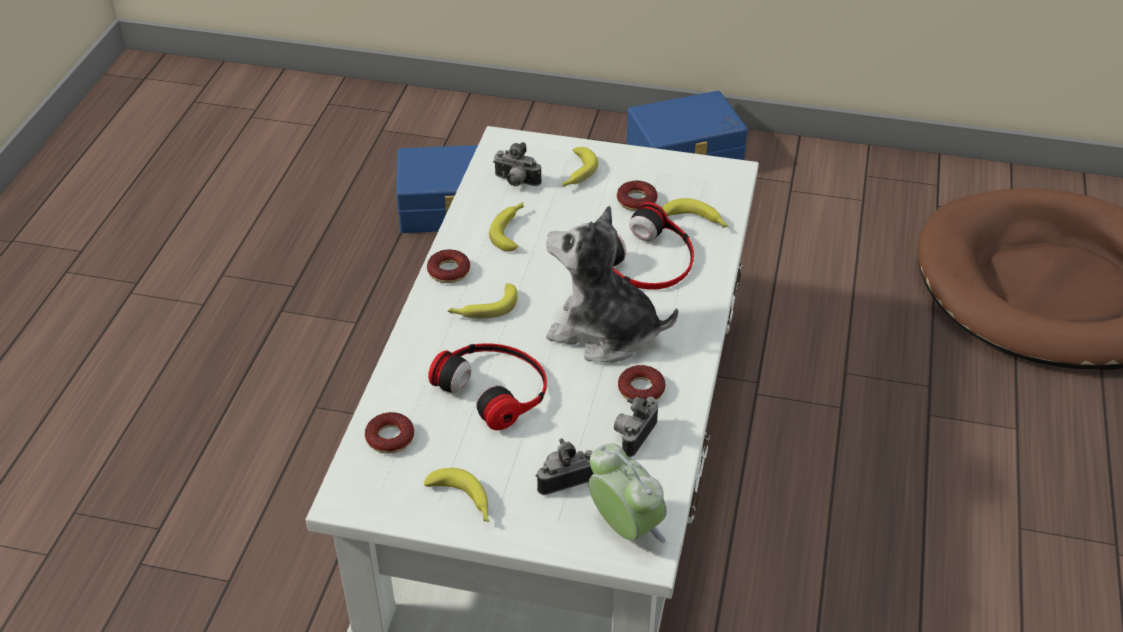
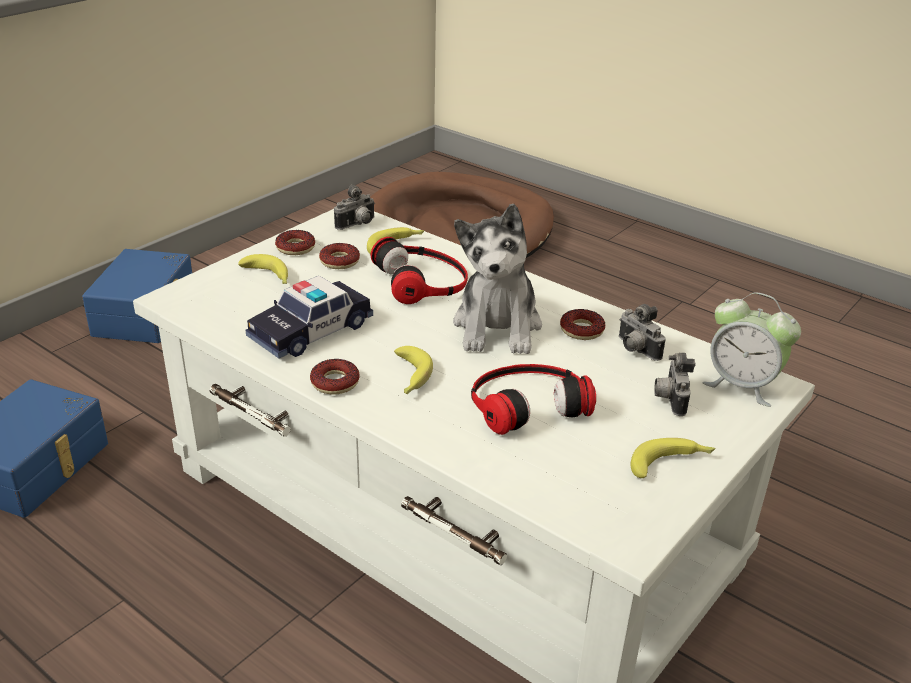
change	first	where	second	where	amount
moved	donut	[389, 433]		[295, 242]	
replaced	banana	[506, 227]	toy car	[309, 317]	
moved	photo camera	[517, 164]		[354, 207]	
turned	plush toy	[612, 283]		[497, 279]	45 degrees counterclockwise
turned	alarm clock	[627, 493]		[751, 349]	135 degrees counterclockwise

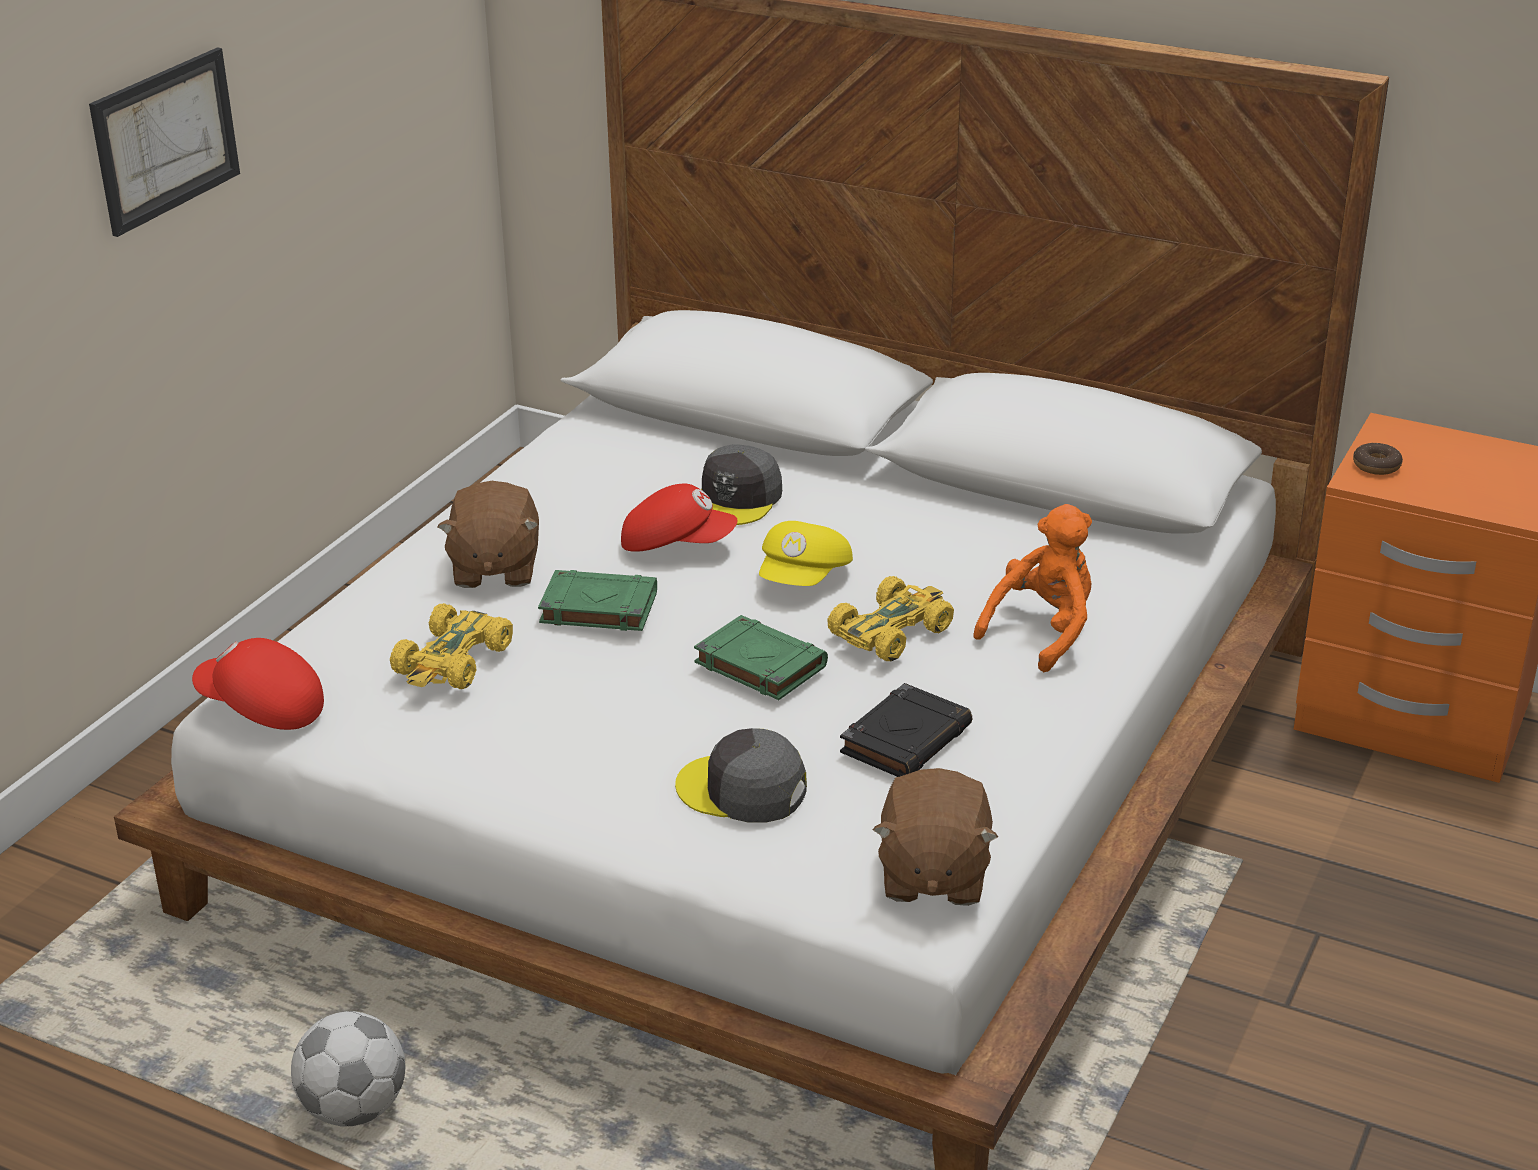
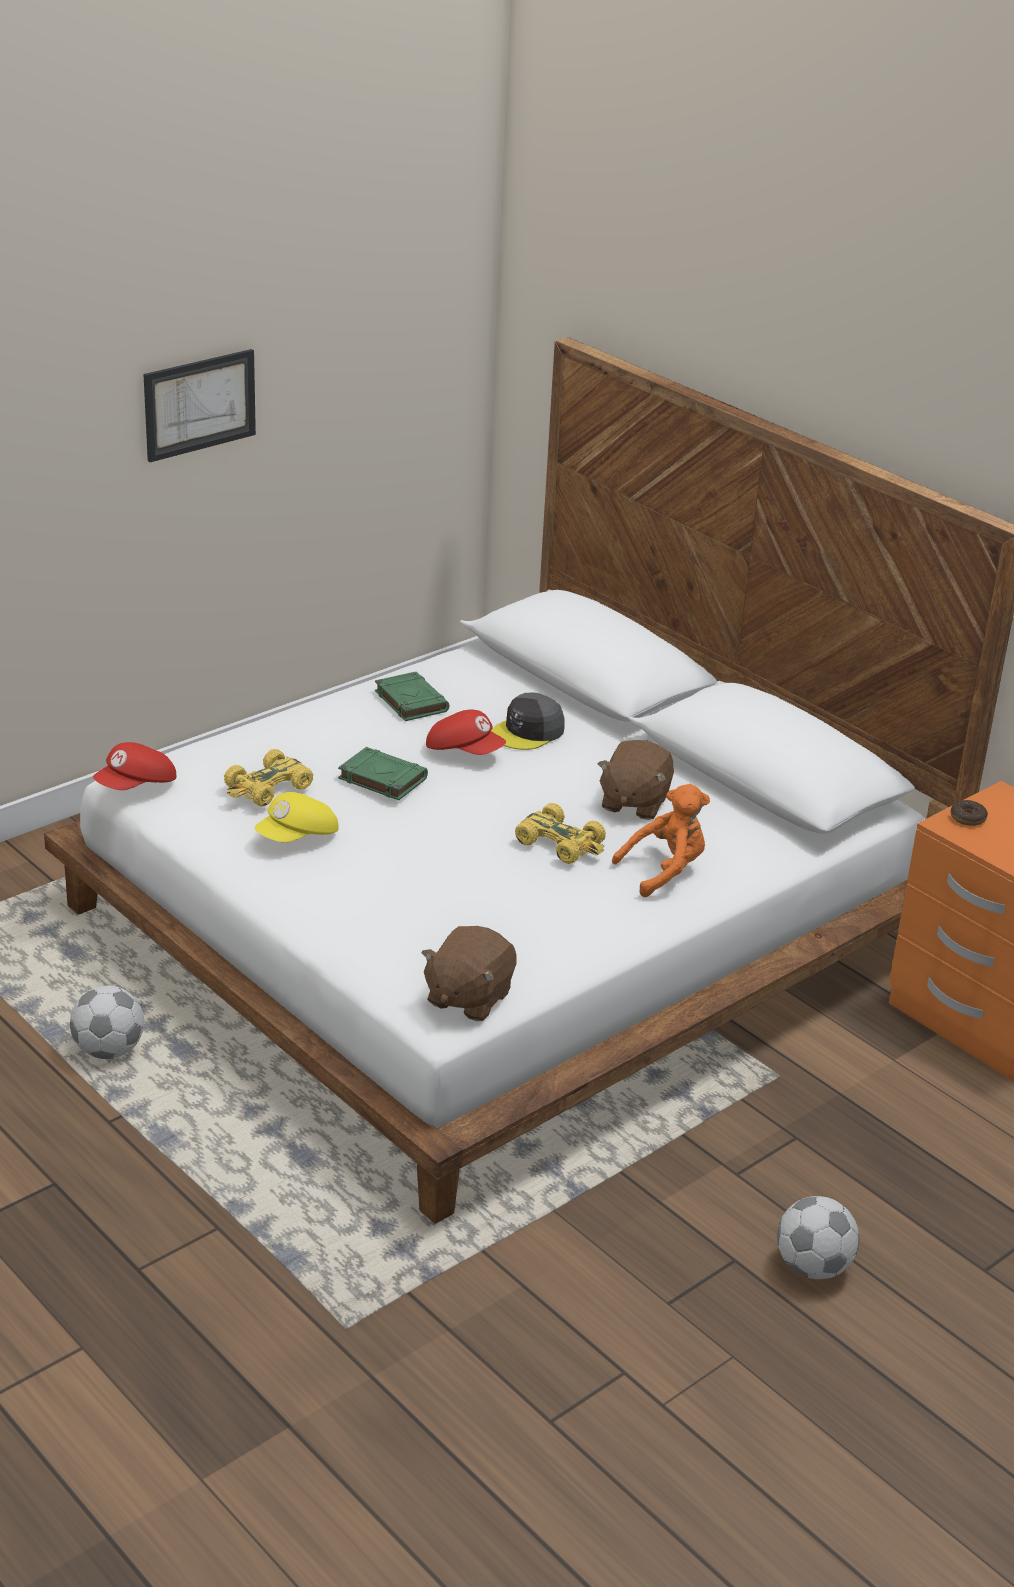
change	first	where	second	where	amount
turned	red cap	[258, 684]		[134, 766]	90 degrees counterclockwise
moved	brown plush toy	[488, 534]		[636, 780]	
removed	grey cap	[741, 775]			
moved	green book	[761, 657]		[412, 696]	
moved	yellow cap	[806, 553]		[296, 817]	
turned	yellow toy car	[890, 618]		[560, 833]	60 degrees clockwise
removed	black book	[906, 730]			
added			football	[818, 1237]	

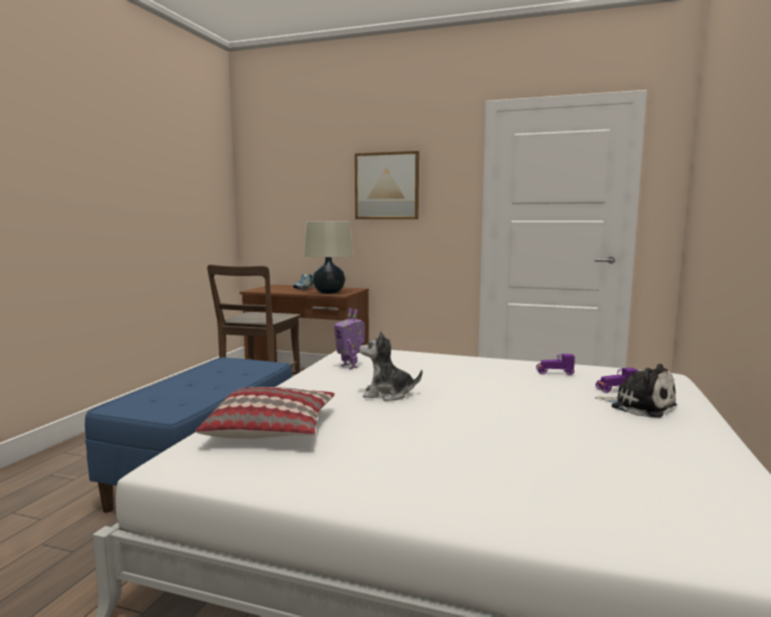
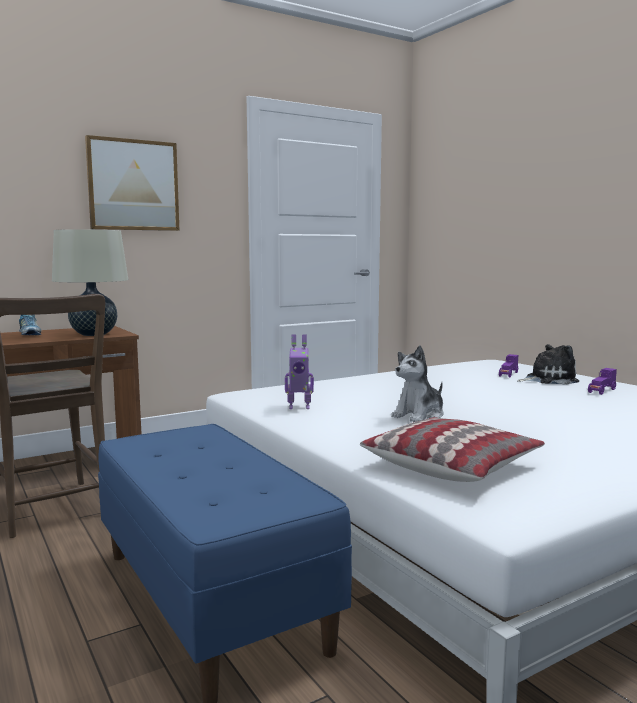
change	first	where	second	where	amount
moved	purple toy car	[555, 364]		[602, 381]	

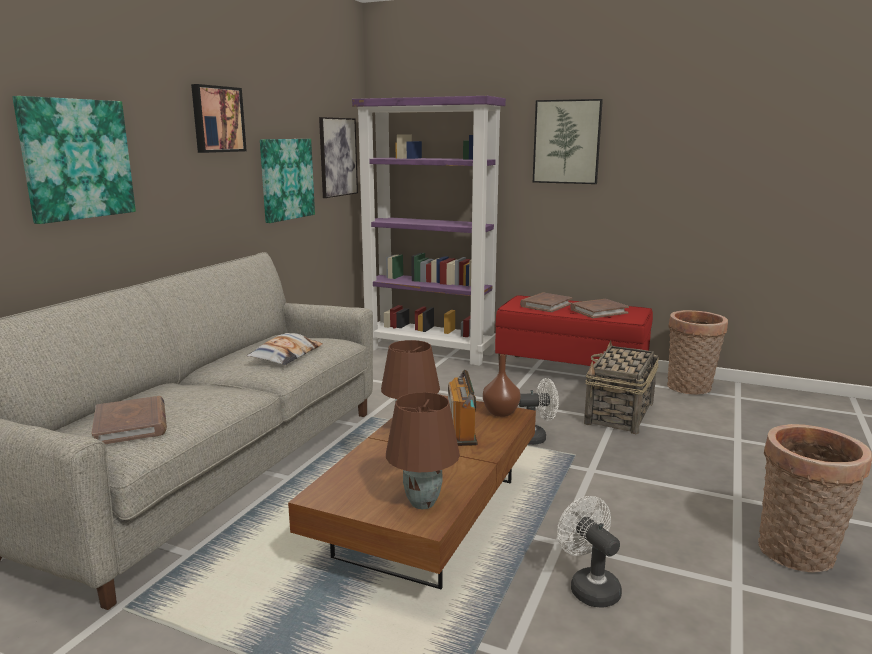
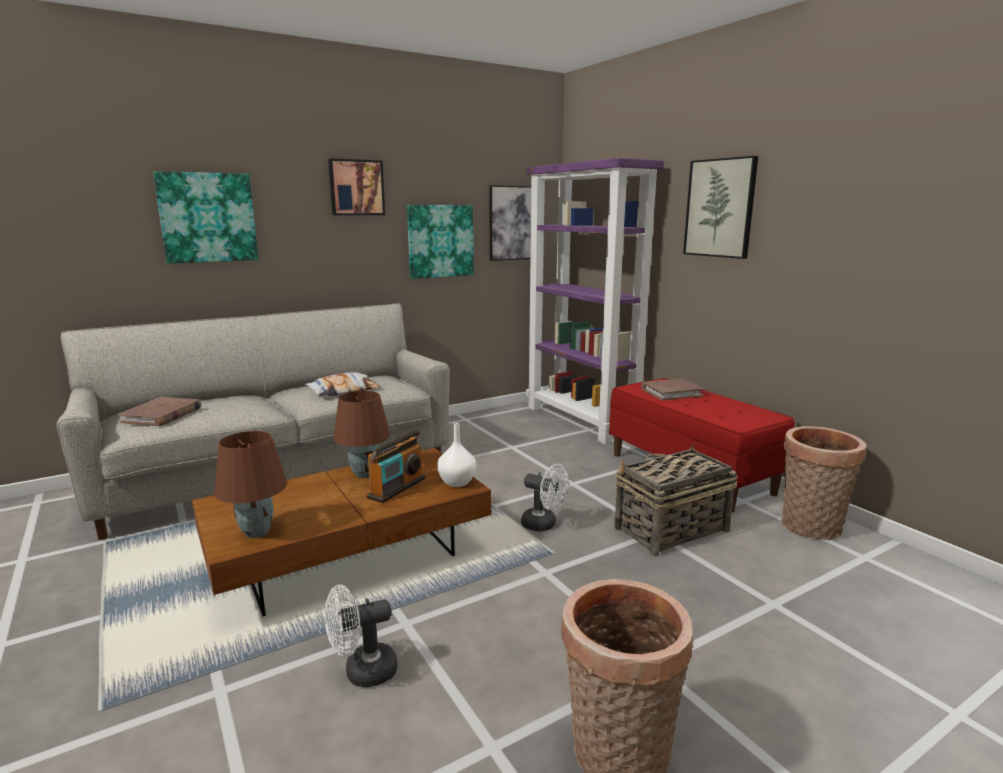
change	first	where	second	where	amount
recoloured	brown vase	[502, 385]	white vase	[456, 455]	
turned	white fan	[589, 552]		[361, 636]	120 degrees counterclockwise
removed	brown book	[599, 308]			

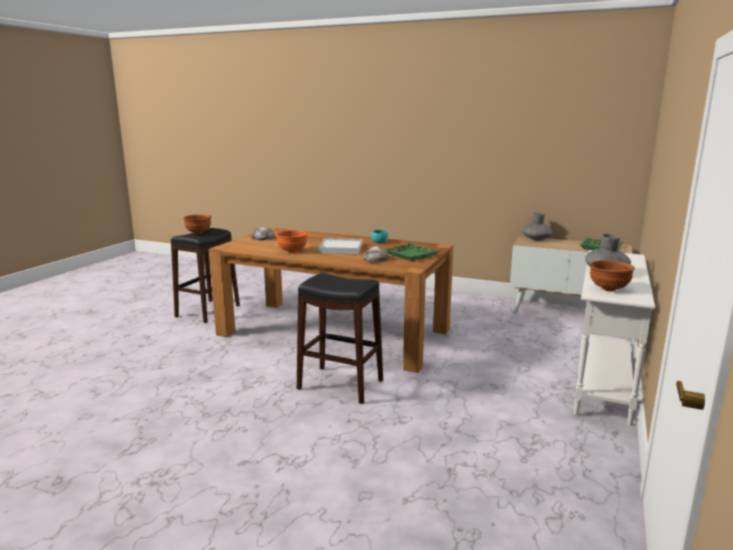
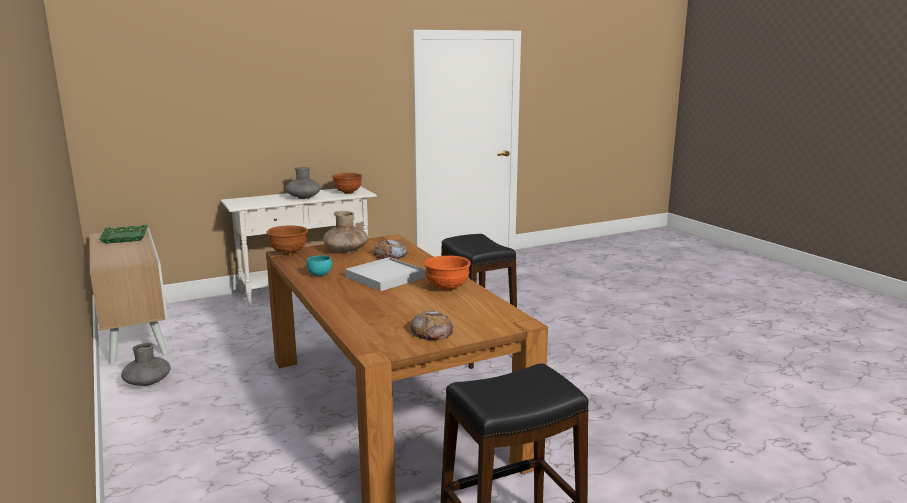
change	first	where	second	where	amount
moved	brown bowl	[197, 224]		[287, 240]	
replaced	green tray	[412, 252]	brown vase	[345, 232]	
moved	grey vase	[537, 226]		[146, 364]	

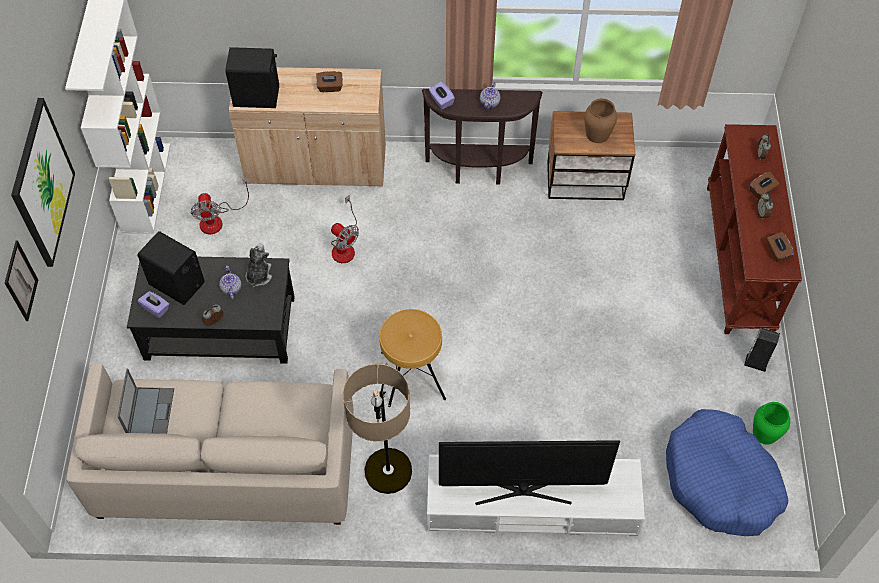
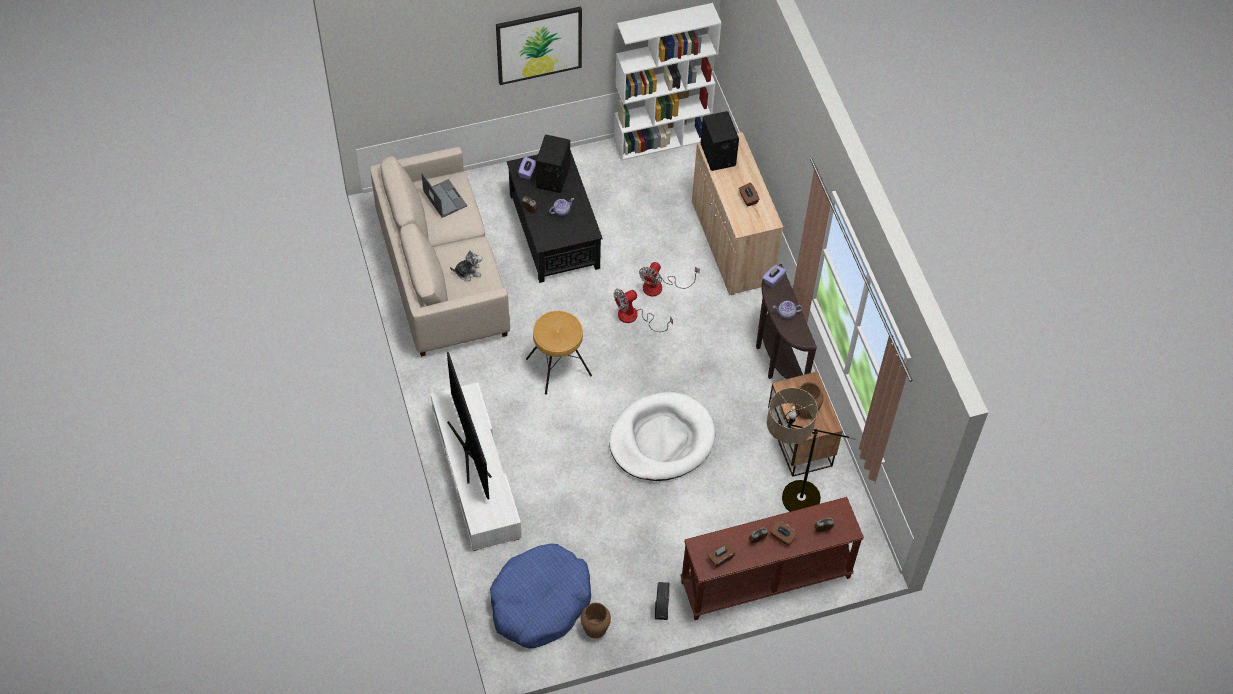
change	first	where	second	where	amount
removed	picture	[21, 281]			
turned	laptop	[145, 401]		[444, 195]	105 degrees counterclockwise
moved	fan	[220, 206]		[643, 310]	
moved	plush toy	[259, 265]		[466, 265]	
moved	floor lamp	[377, 428]		[811, 449]	
recoloured	green vase	[771, 423]	brown vase	[596, 620]	
added			white dog bed	[662, 436]	

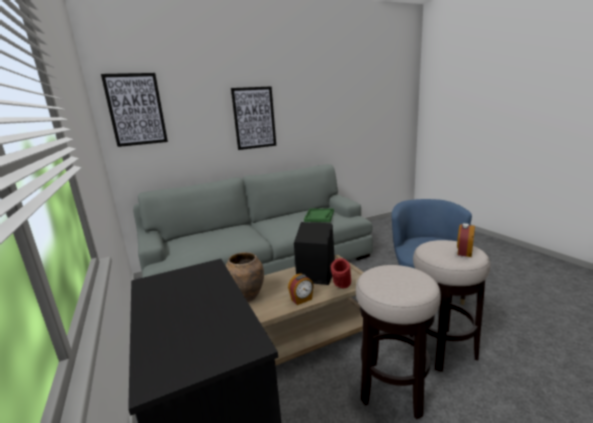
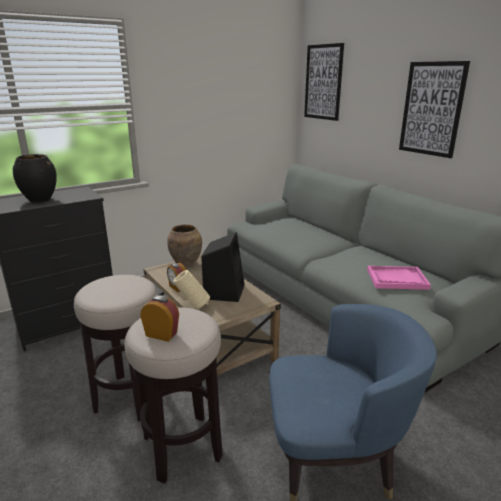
change	first	where	second	where	amount
recoloured	green tray	[319, 215]	pink tray	[399, 278]	
recoloured	red vase	[341, 273]	beige vase	[191, 289]	
added			black vase	[35, 178]	

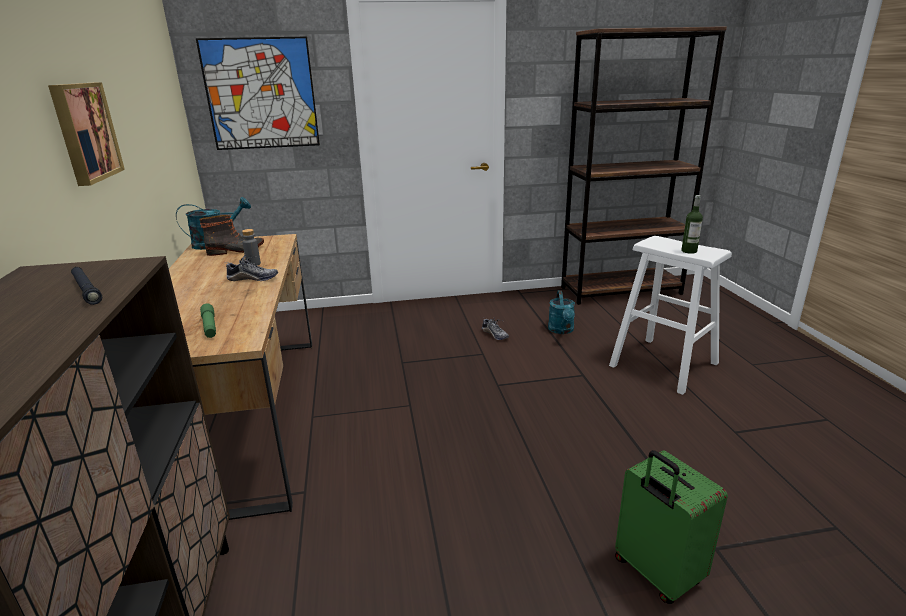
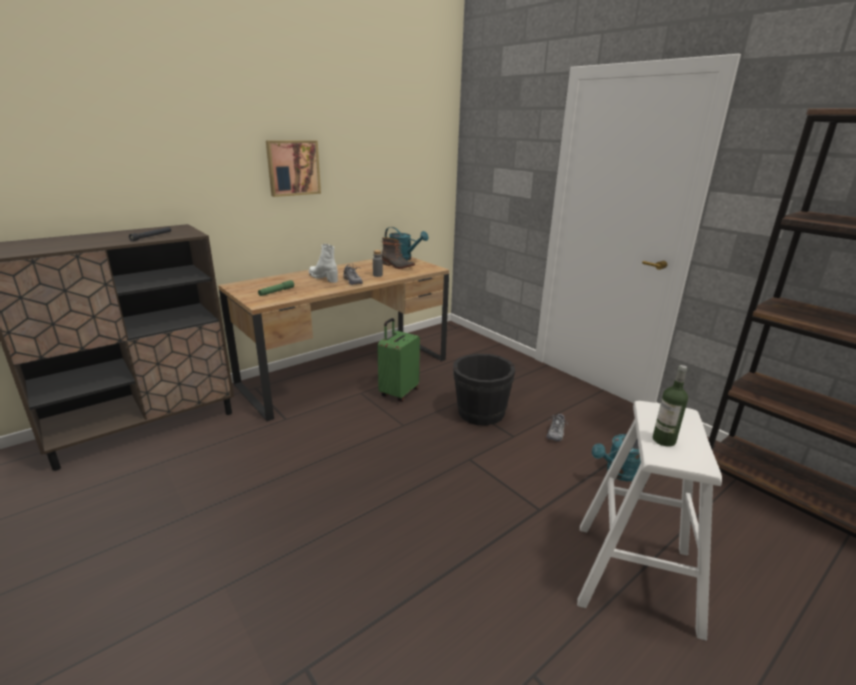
change	first	where	second	where	amount
removed	picture	[258, 93]			
moved	green suitcase	[671, 527]		[398, 360]	
added			white boot	[323, 263]	
added			black bucket	[484, 389]	

